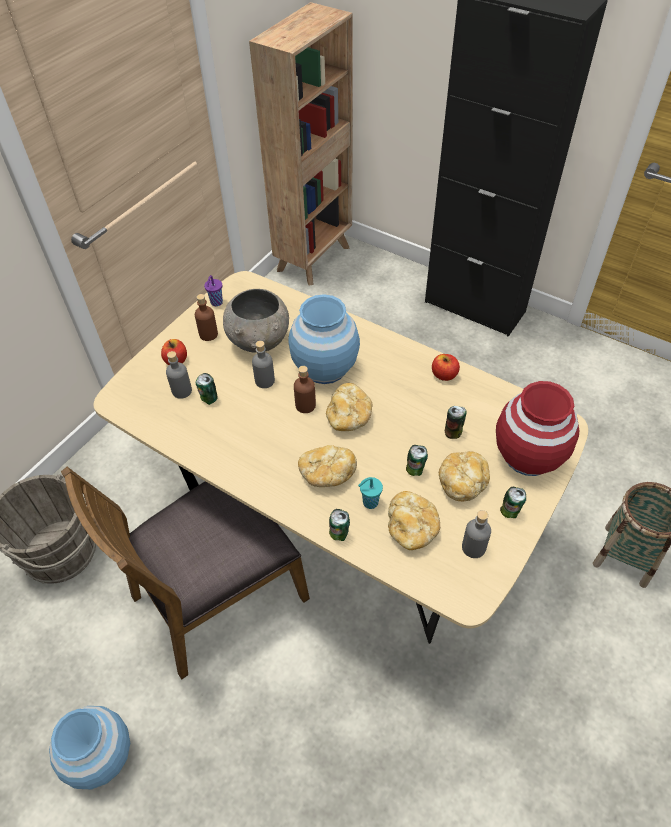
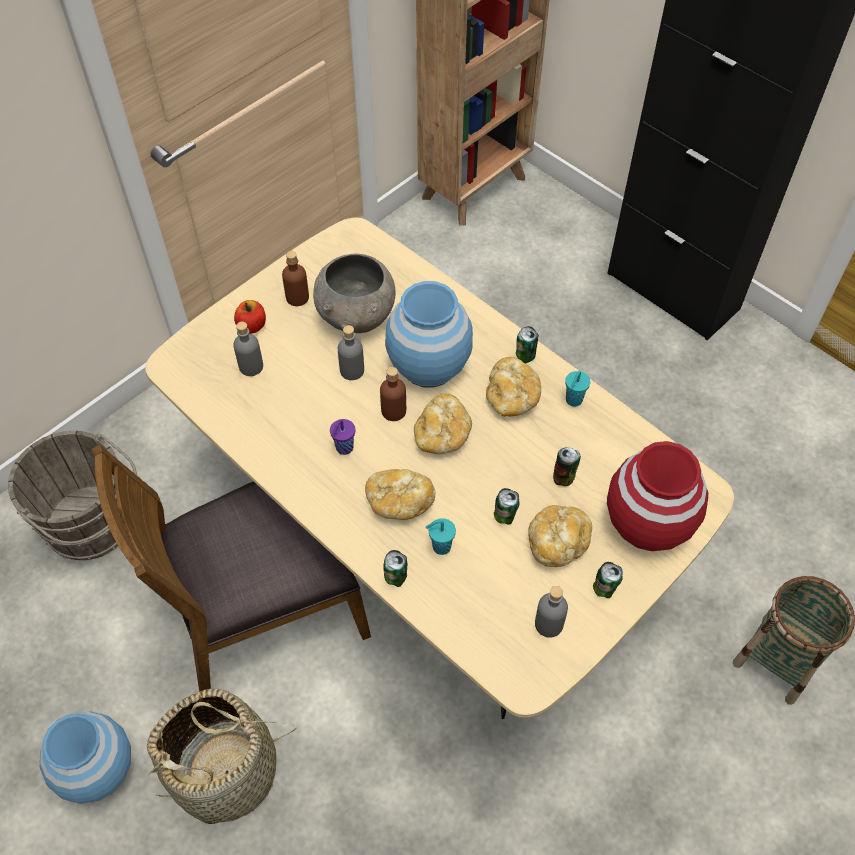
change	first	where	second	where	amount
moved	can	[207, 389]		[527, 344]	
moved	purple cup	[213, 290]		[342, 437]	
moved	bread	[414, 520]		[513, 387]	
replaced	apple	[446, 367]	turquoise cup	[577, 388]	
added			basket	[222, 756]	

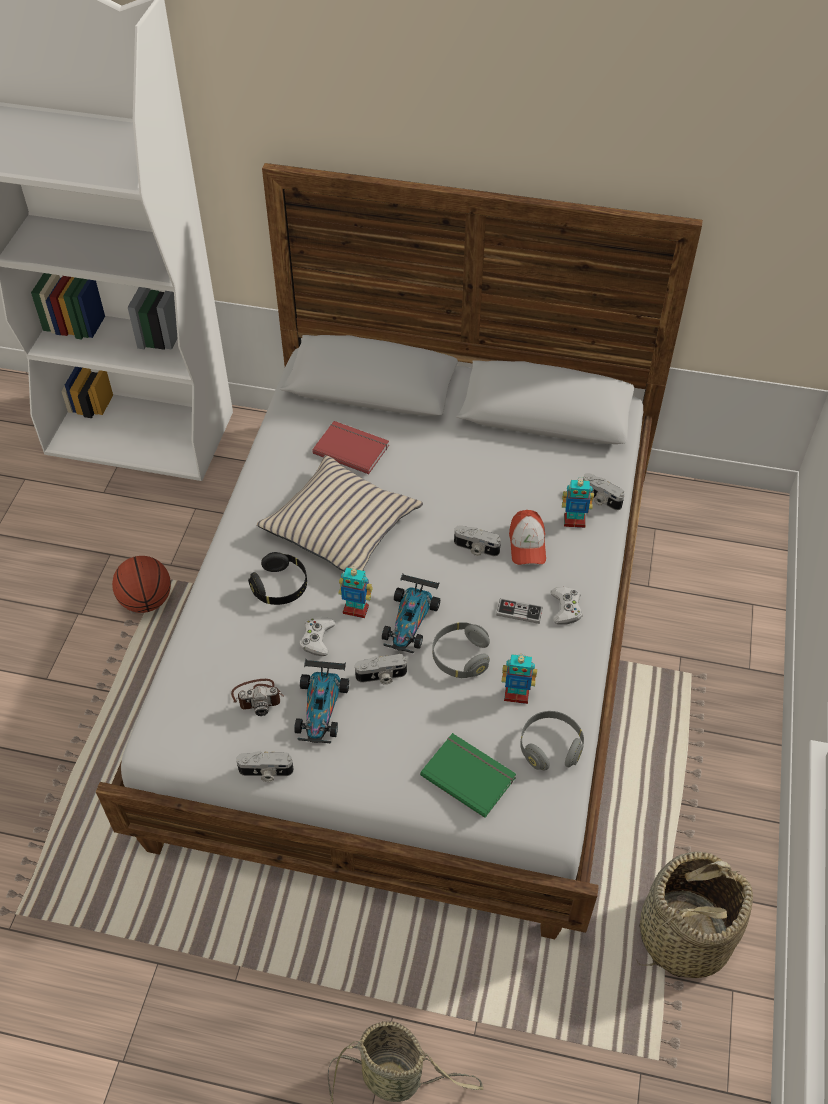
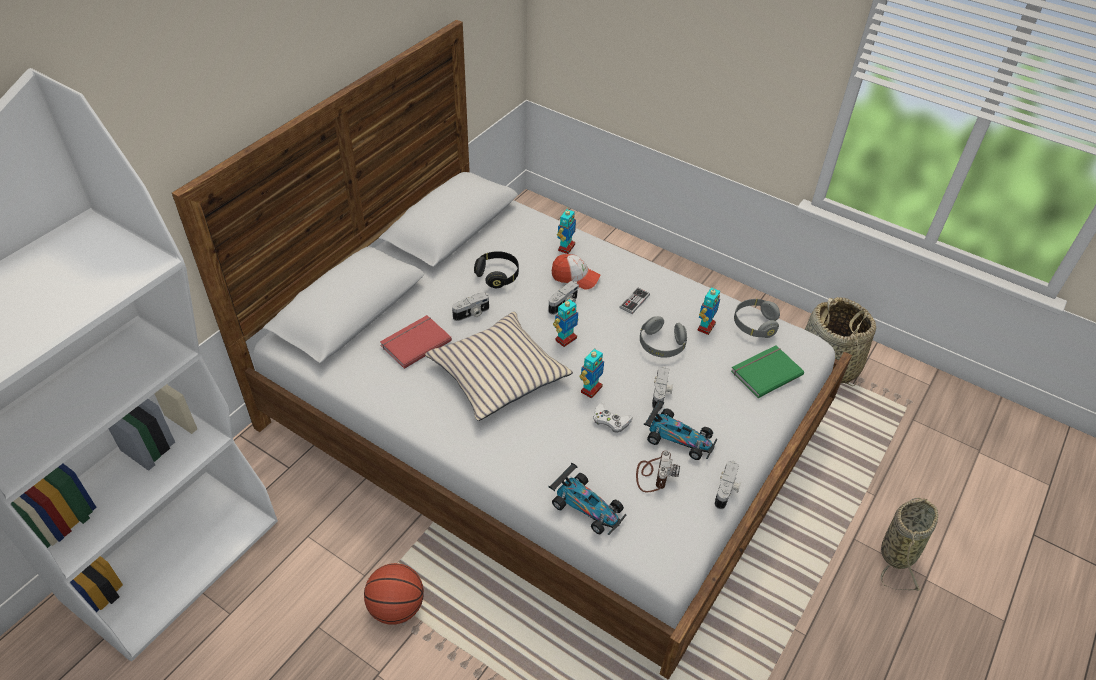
change	first	where	second	where	amount
moved	black headphones	[277, 578]		[496, 269]	
moved	toy car	[411, 613]		[587, 499]	
removed	white game controller	[566, 606]			
moved	photo camera	[604, 491]		[470, 306]	
added			toy robot	[566, 322]	

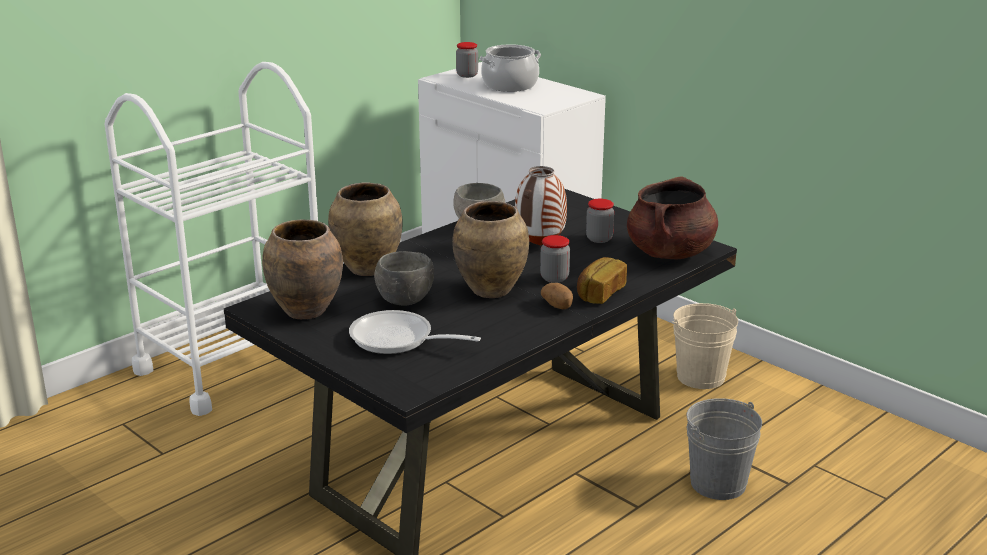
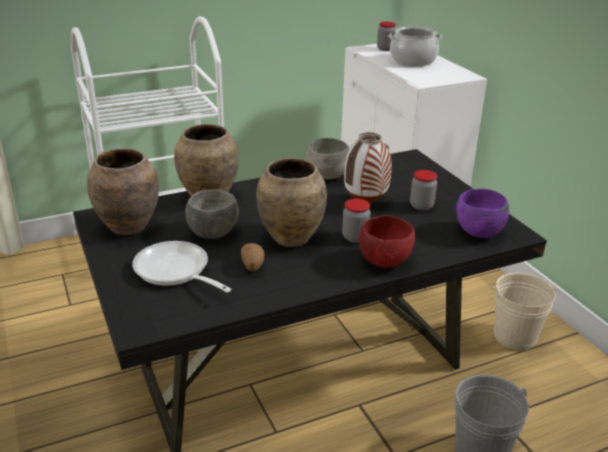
change	first	where	second	where	amount
moved	potato	[557, 296]		[252, 257]	
replaced	bread	[602, 280]	red bowl	[387, 241]	
replaced	brown cooking pot	[672, 217]	purple bowl	[483, 213]	

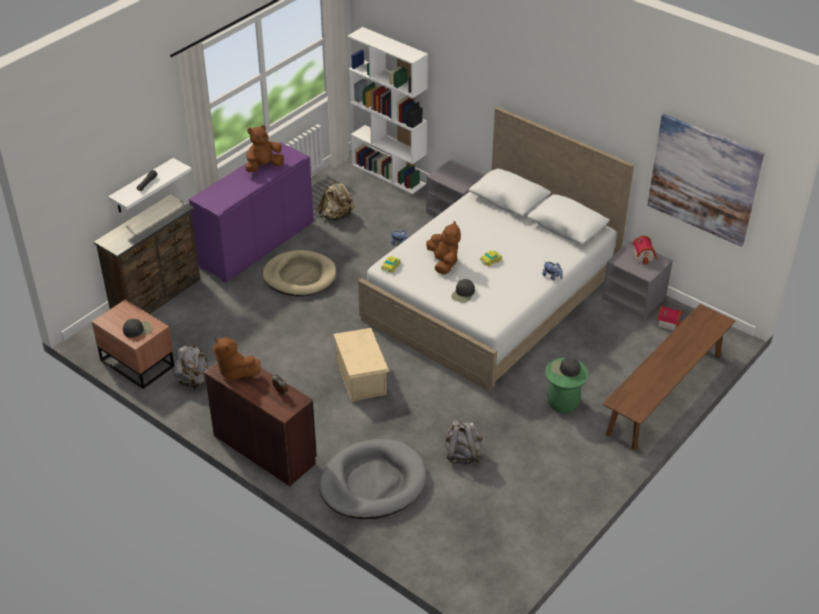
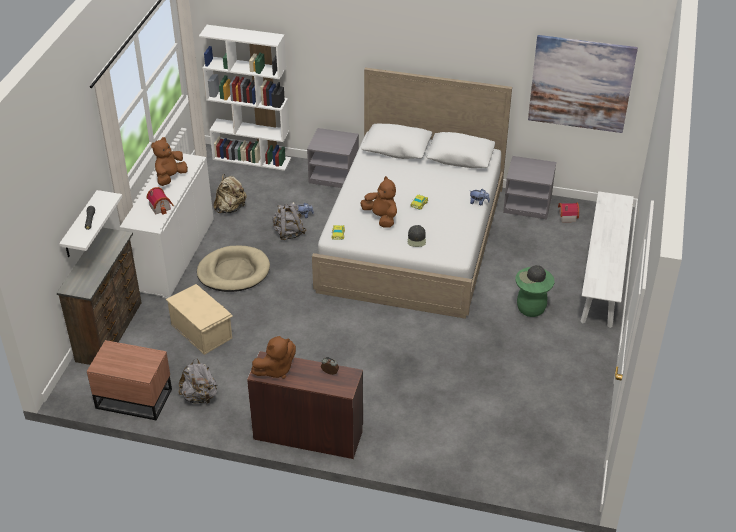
change	first	where	second	where	amount
removed	black cap	[137, 328]			
recoloured	purple cabinet	[251, 212]	white cabinet	[167, 226]	
turned	brown plush toy	[237, 359]		[273, 357]	45 degrees counterclockwise
removed	grey dog bed	[373, 479]			
moved	beige storage box	[361, 365]		[199, 319]	
moved	grey backpack	[463, 441]		[289, 221]	
recoloured	brown bench	[669, 377]	white bench	[607, 259]	
moved	toy house	[645, 250]		[160, 200]	

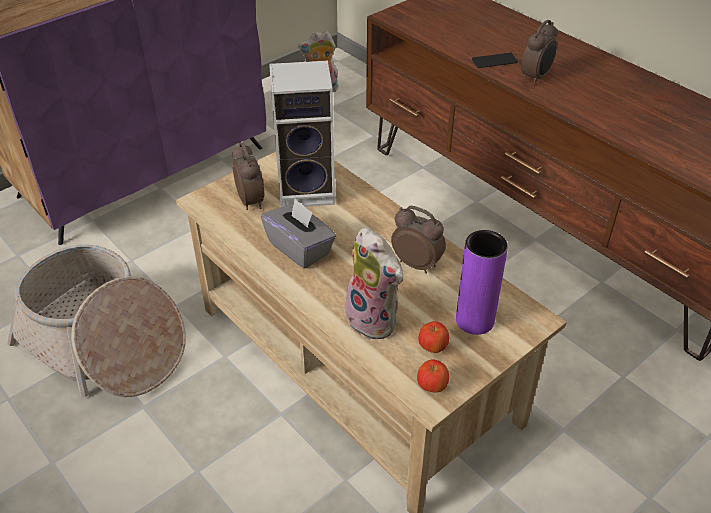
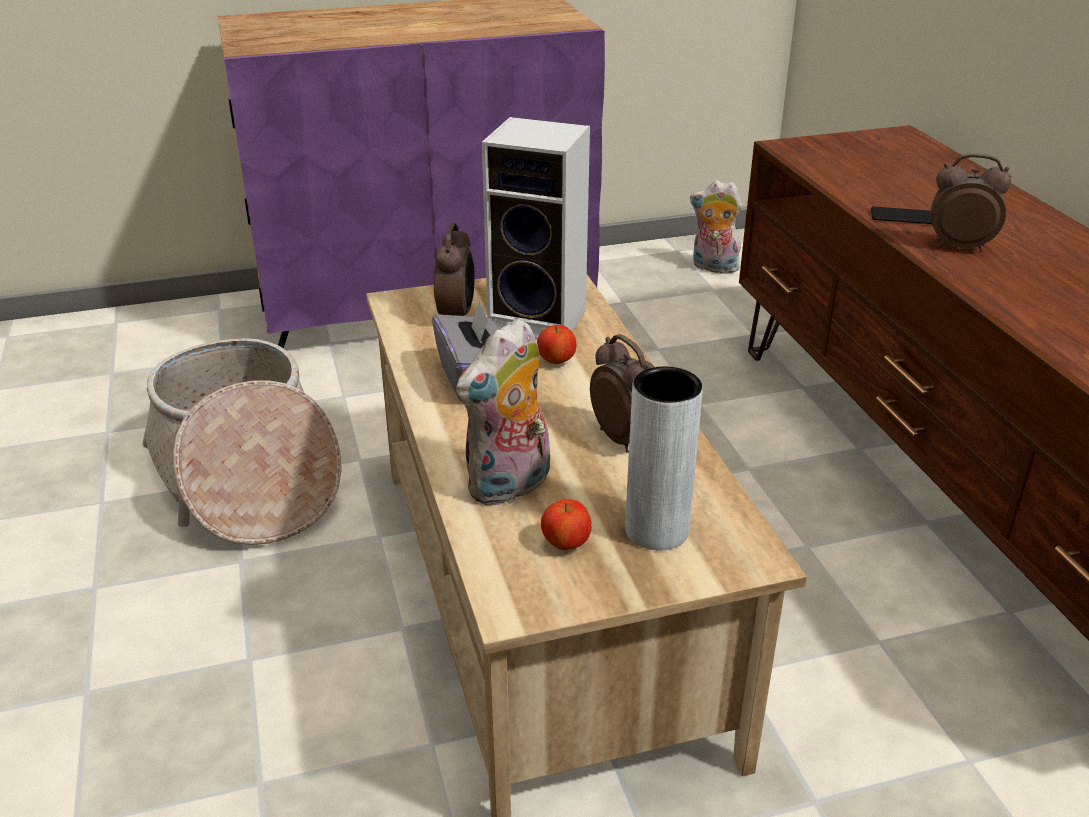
change	first	where	second	where	amount
turned	plush toy	[374, 284]		[503, 412]	60 degrees clockwise
moved	apple	[433, 376]		[556, 345]	
recoloured	purple vase	[482, 282]	grey vase	[664, 458]	
turned	alarm clock	[539, 52]		[971, 202]	135 degrees counterclockwise

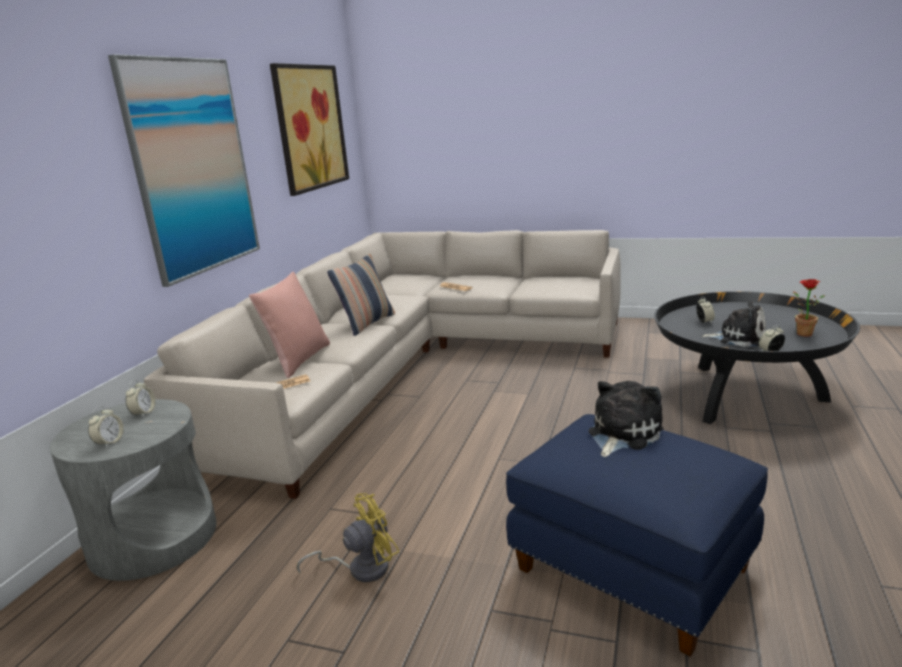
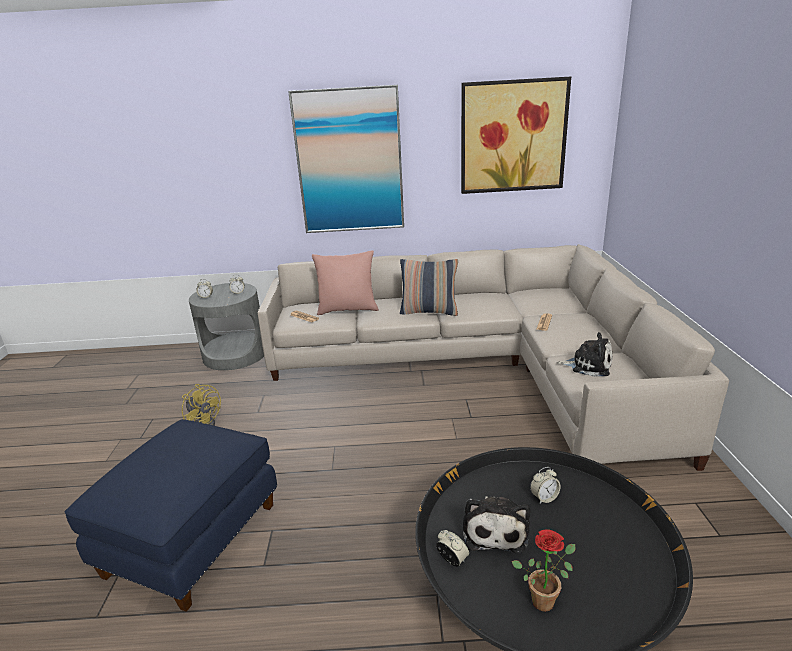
change	first	where	second	where	amount
moved	plush toy	[626, 419]		[585, 354]	

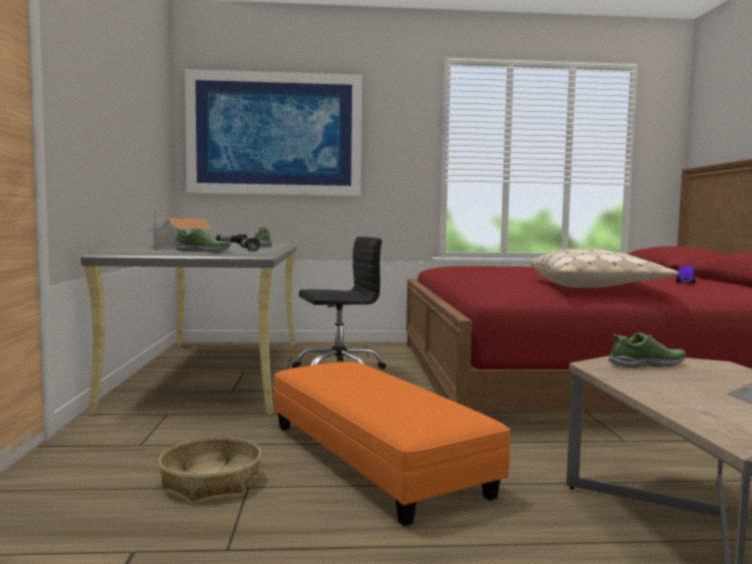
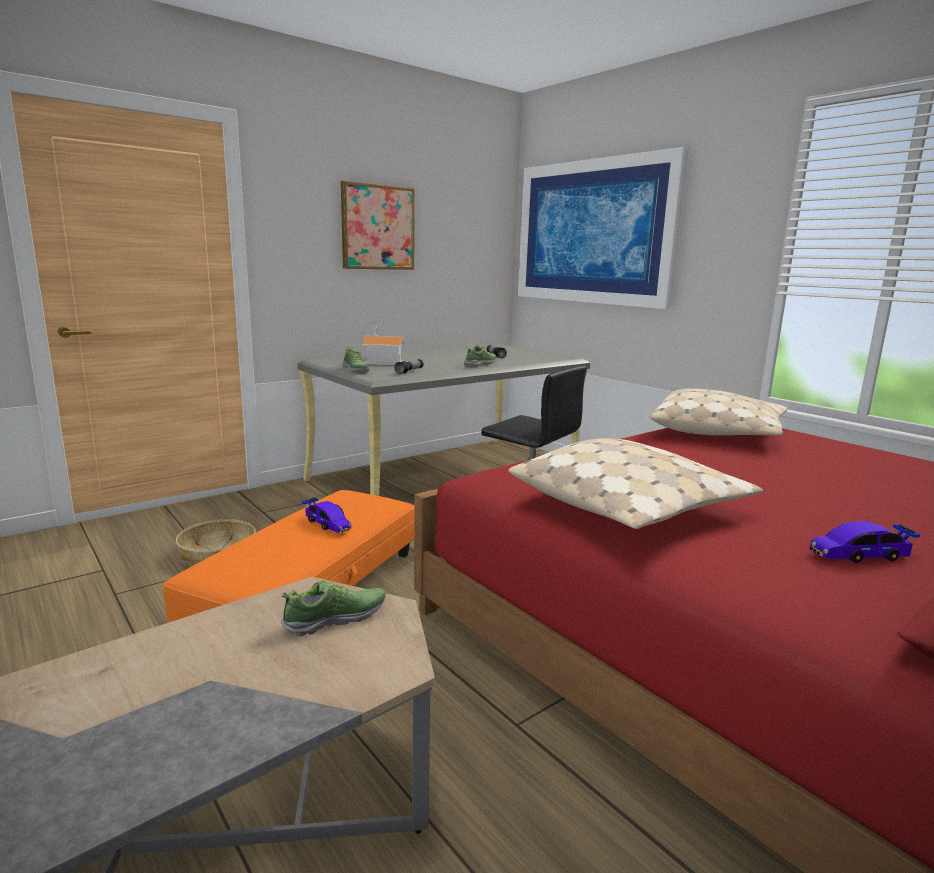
change	first	where	second	where	amount
turned	shoe	[647, 350]		[333, 608]	75 degrees counterclockwise
added			toy car	[327, 515]	
added			picture	[378, 225]	
added			beige pillow	[719, 411]	

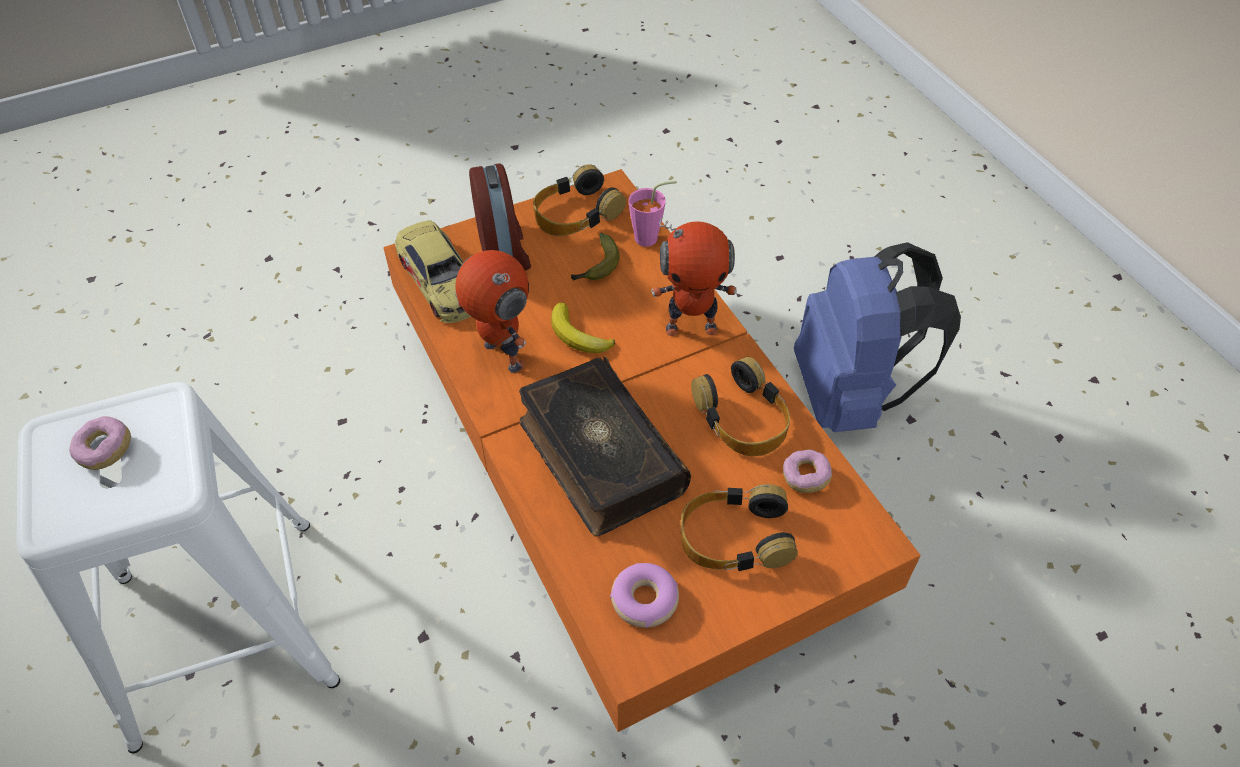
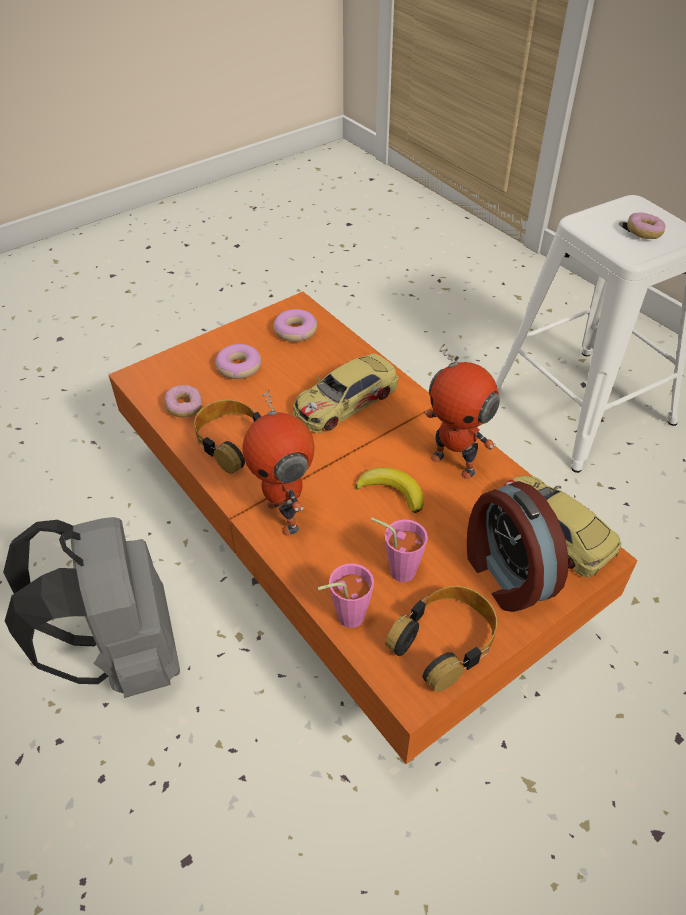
change	first	where	second	where	amount
replaced	book	[605, 447]	toy car	[346, 393]	
replaced	banana	[595, 257]	pink cup	[399, 550]	
turned	toy robot	[694, 276]		[279, 462]	105 degrees counterclockwise
replaced	headphones	[739, 527]	donut	[238, 361]	
recoloured	blue backpack	[877, 337]	grey backpack	[91, 607]	

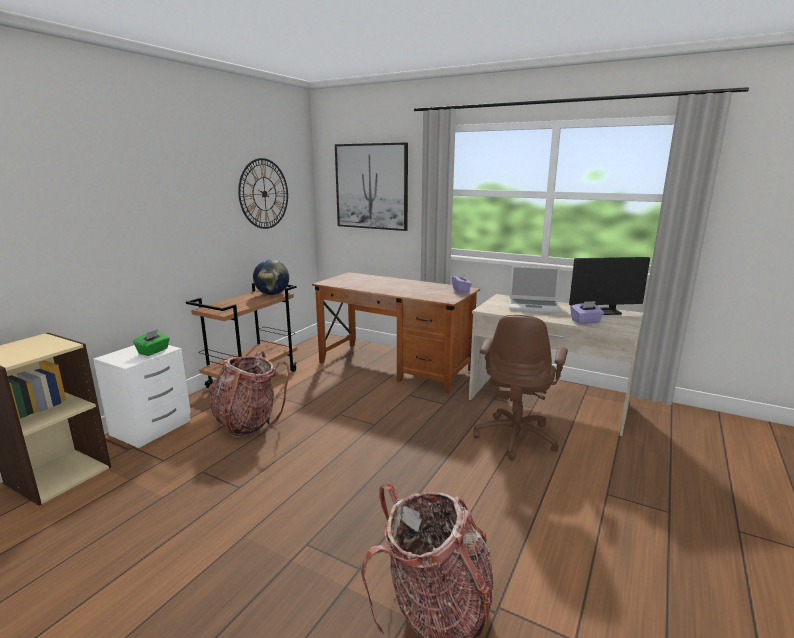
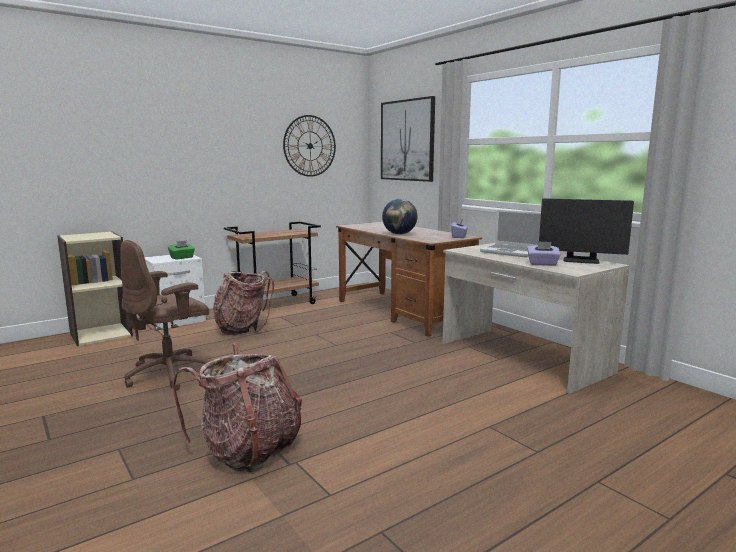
change	first	where	second	where	amount
moved	globe	[271, 277]		[400, 216]	
moved	brown office chair	[520, 387]		[165, 315]	

